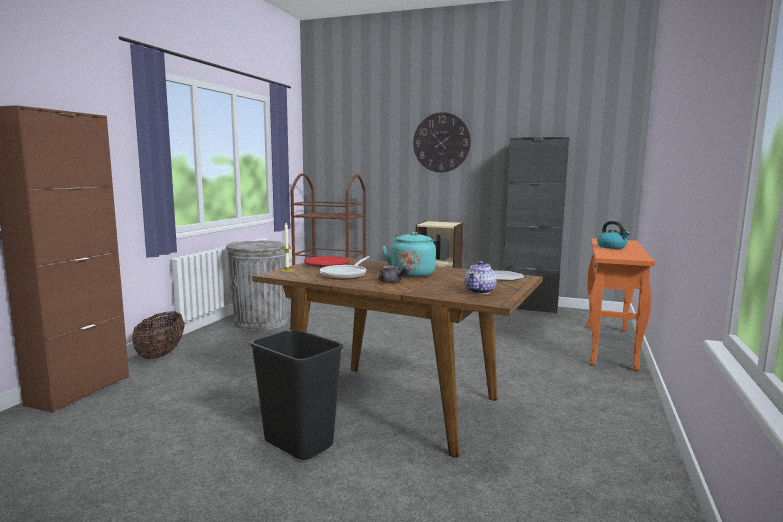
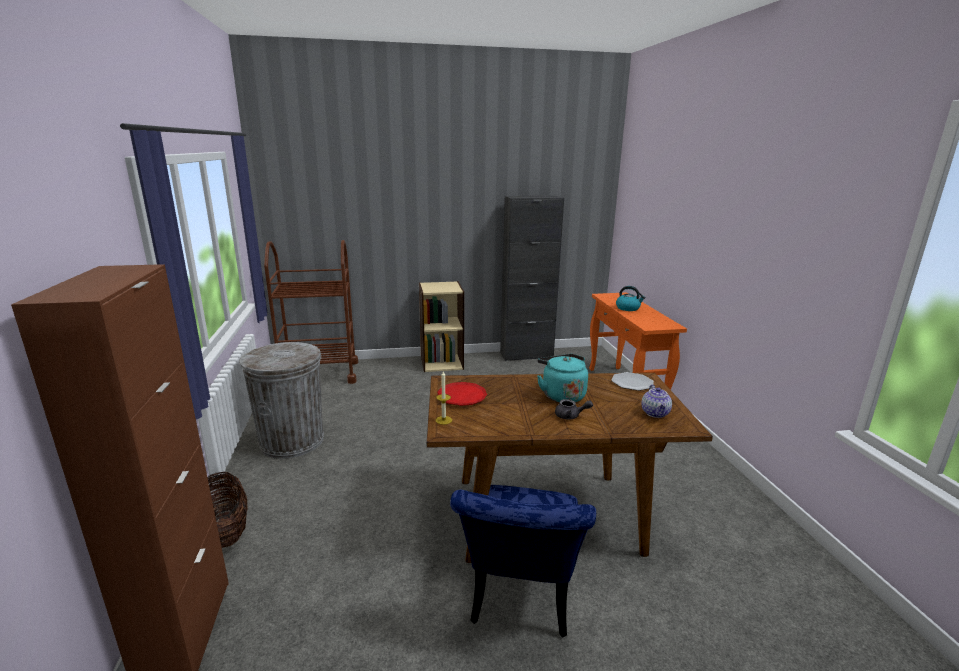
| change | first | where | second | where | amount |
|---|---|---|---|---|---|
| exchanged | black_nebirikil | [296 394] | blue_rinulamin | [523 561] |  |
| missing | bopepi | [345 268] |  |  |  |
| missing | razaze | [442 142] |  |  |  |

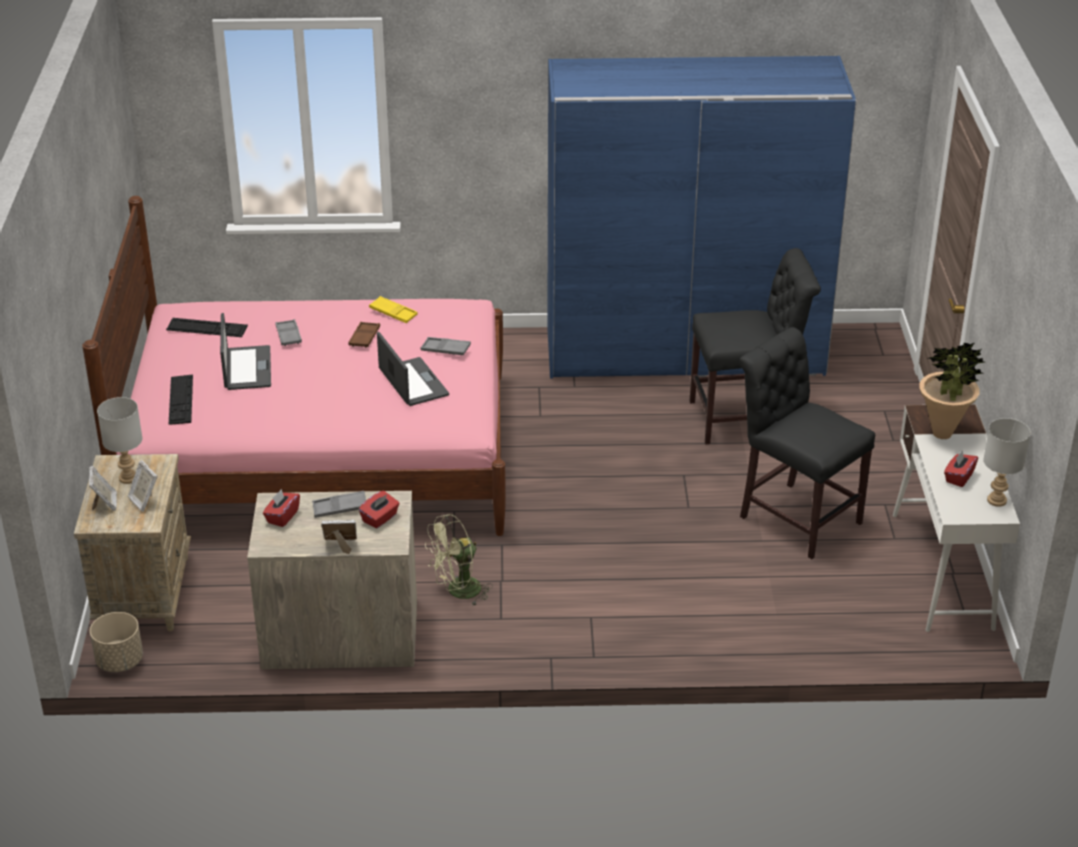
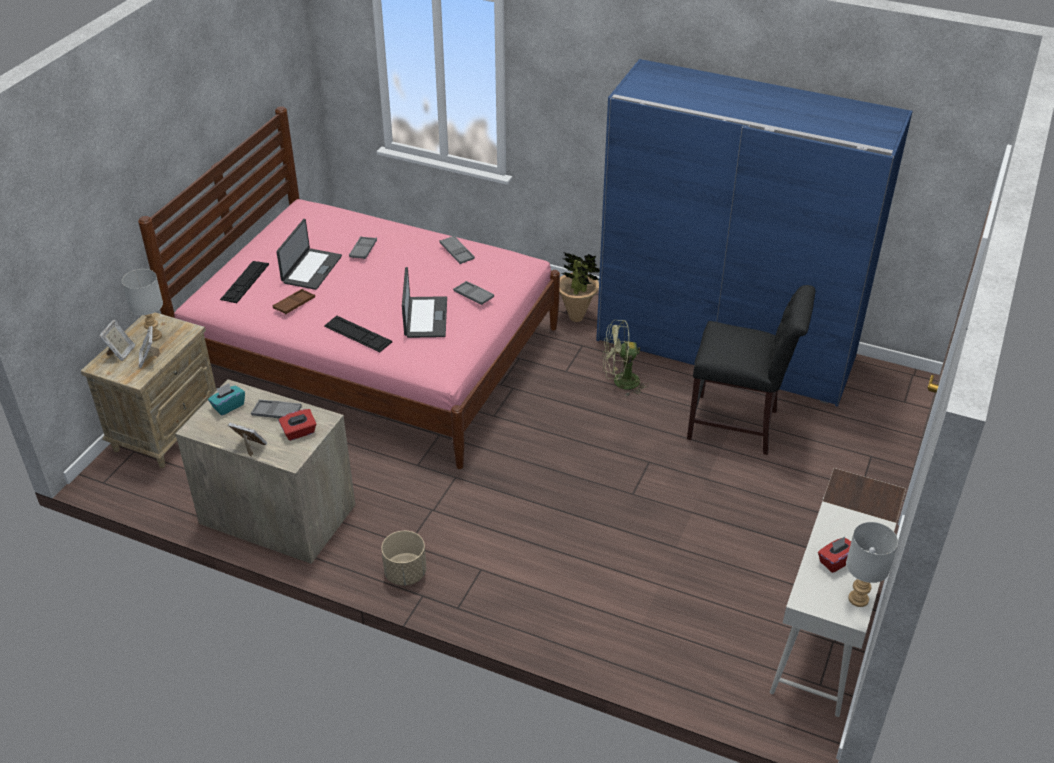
| change | first | where | second | where | amount |
|---|---|---|---|---|---|
| colour | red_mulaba | [281 508] | turquoise_mulaba | [226 399] |  |
| relocated | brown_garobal | [364 335] |  | [294 301] |  |
| relocated | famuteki | [207 327] |  | [358 334] |  |
| relocated | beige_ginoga | [116 642] |  | [403 558] |  |
| colour | yellow_garobal | [393 309] | grey_garobal | [457 250] |  |
| relocated | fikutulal | [952 391] |  | [579 287] |  |
| relocated | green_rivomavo | [459 560] |  | [625 358] |  |
| missing | black_rinulamin | [807 443] |  |  |  |

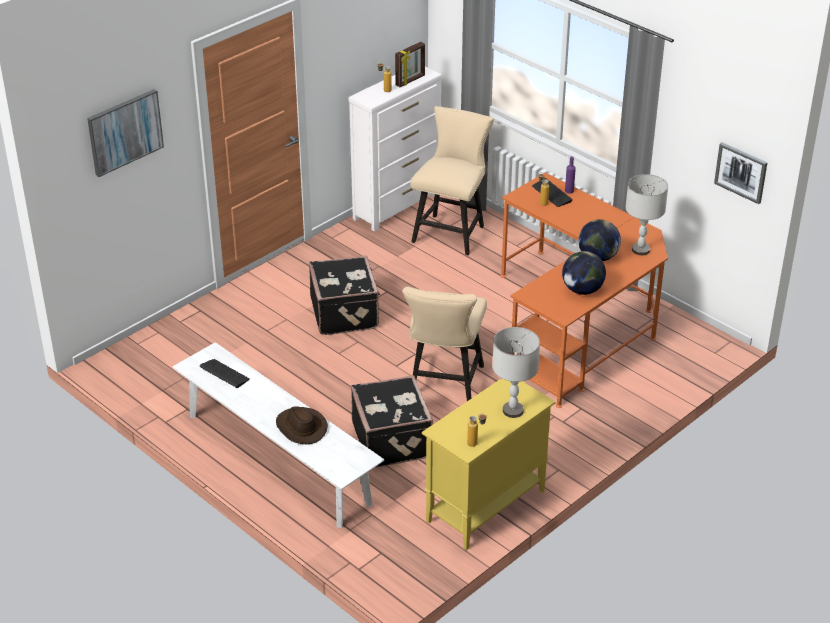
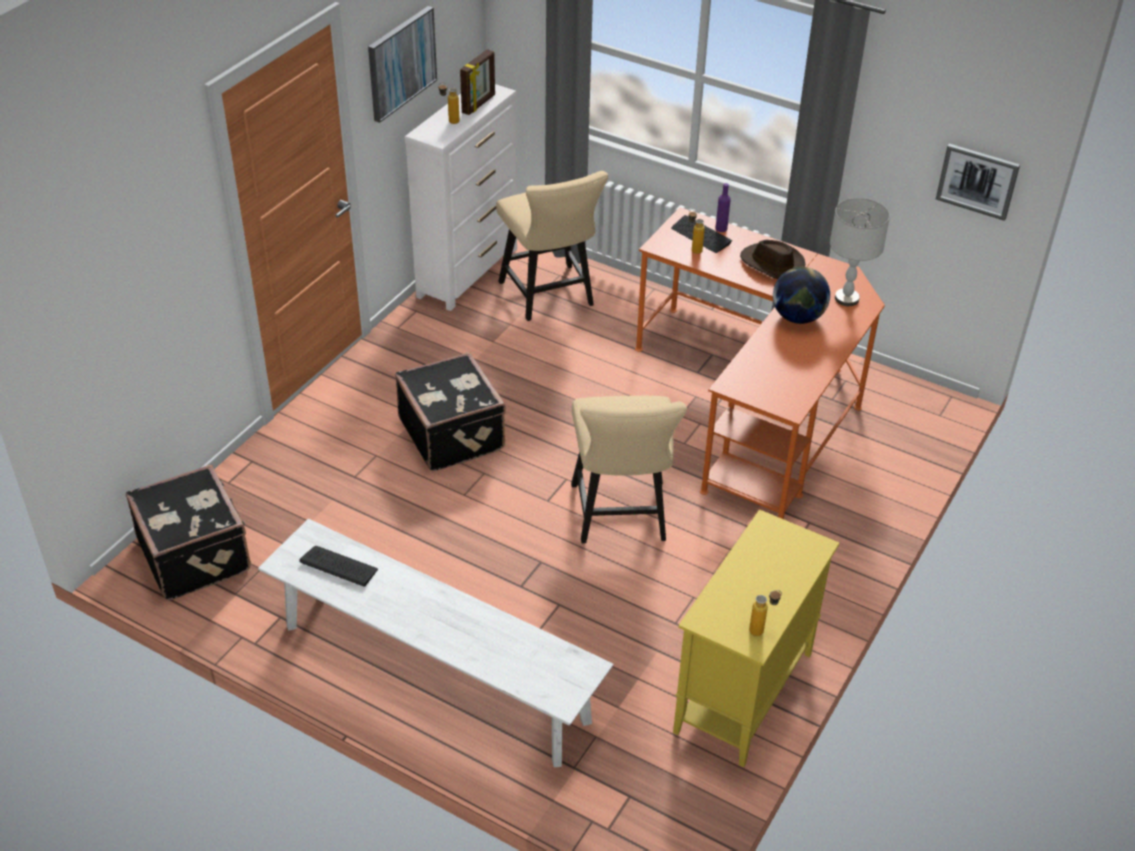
| change | first | where | second | where | amount |
|---|---|---|---|---|---|
| relocated | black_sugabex | [392 421] |  | [188 532] |  |
| relocated | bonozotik | [125 133] |  | [402 64] |  |
| spun | beige_rinulamin | [452 180] |  | [552 246] | 150 degrees clockwise |
| relocated | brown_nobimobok | [302 425] |  | [772 259] |  |
| missing | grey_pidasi | [516 372] |  |  |  |
| missing | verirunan | [584 273] |  |  |  |

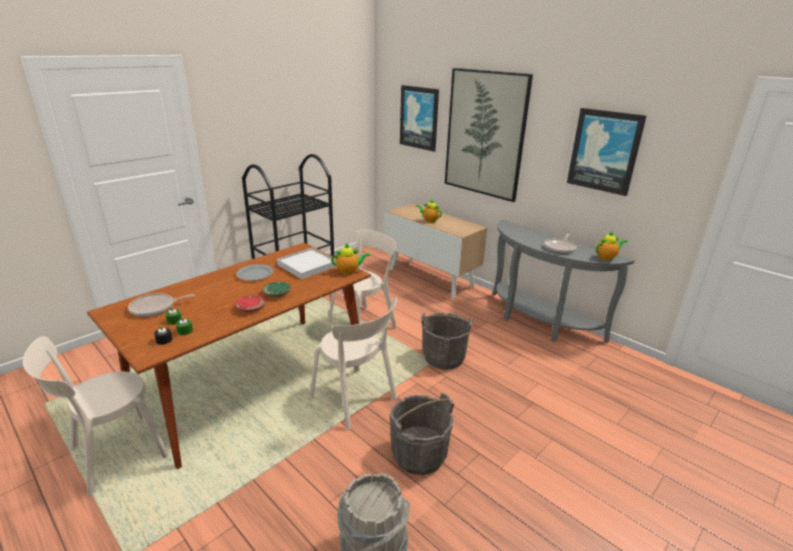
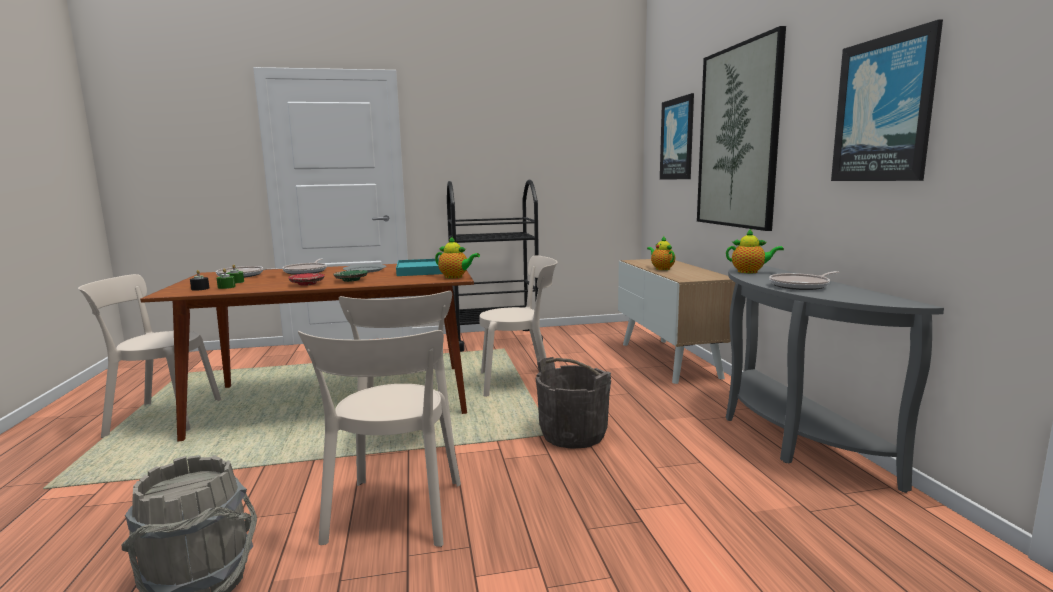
| change | first | where | second | where | amount |
|---|---|---|---|---|---|
| appeared |  |  | bopepi | [304 267] |  |
| exchanged | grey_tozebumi | [421 434] | beige_rinulamin | [379 438] |  |
| colour | white_garobal | [307 263] | turquoise_garobal | [419 267] |  |
| relocated | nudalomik | [611 246] |  | [755 251] |  |

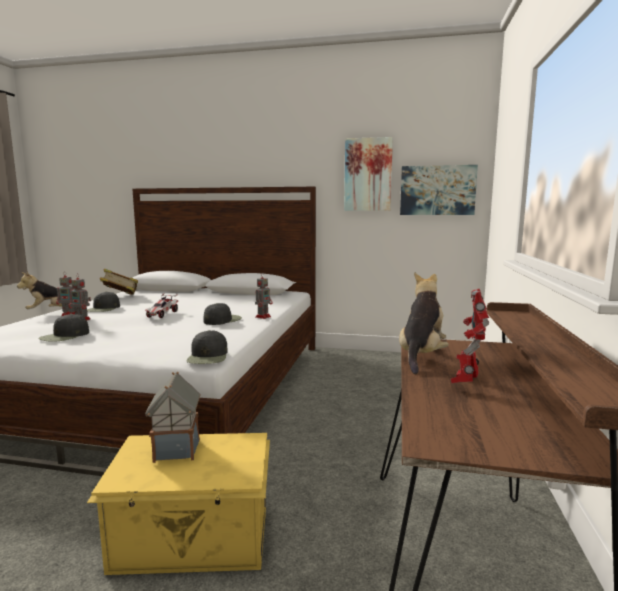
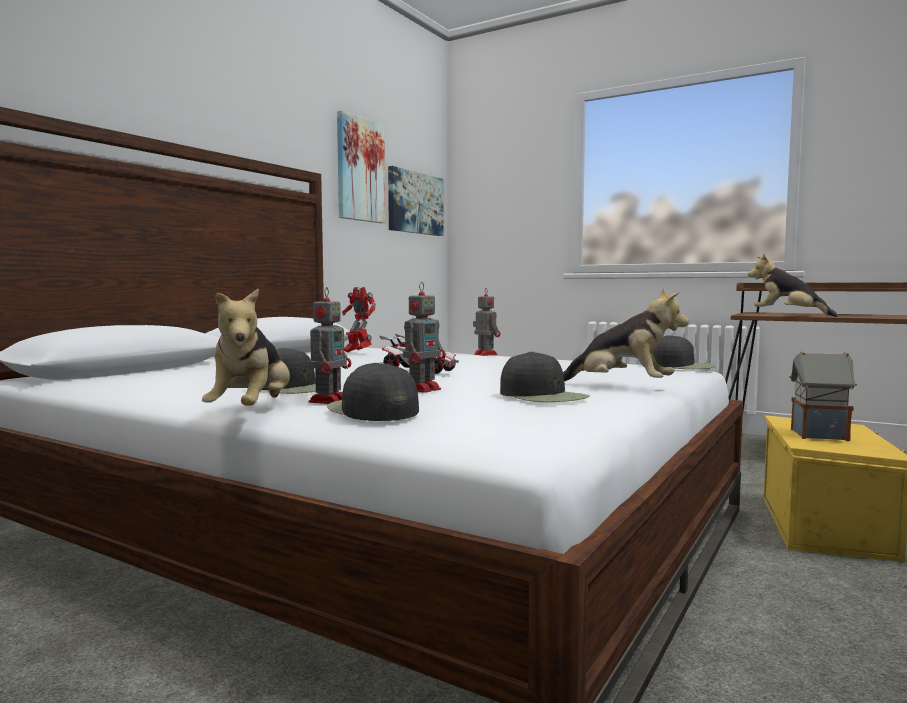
| change | first | where | second | where | amount |
|---|---|---|---|---|---|
| relocated | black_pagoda | [222 314] |  | [373 391] |  |
| relocated | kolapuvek | [470 336] |  | [359 319] |  |
| appeared |  |  | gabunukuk | [626 335] |  |
| missing | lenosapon | [119 281] |  |  |  |

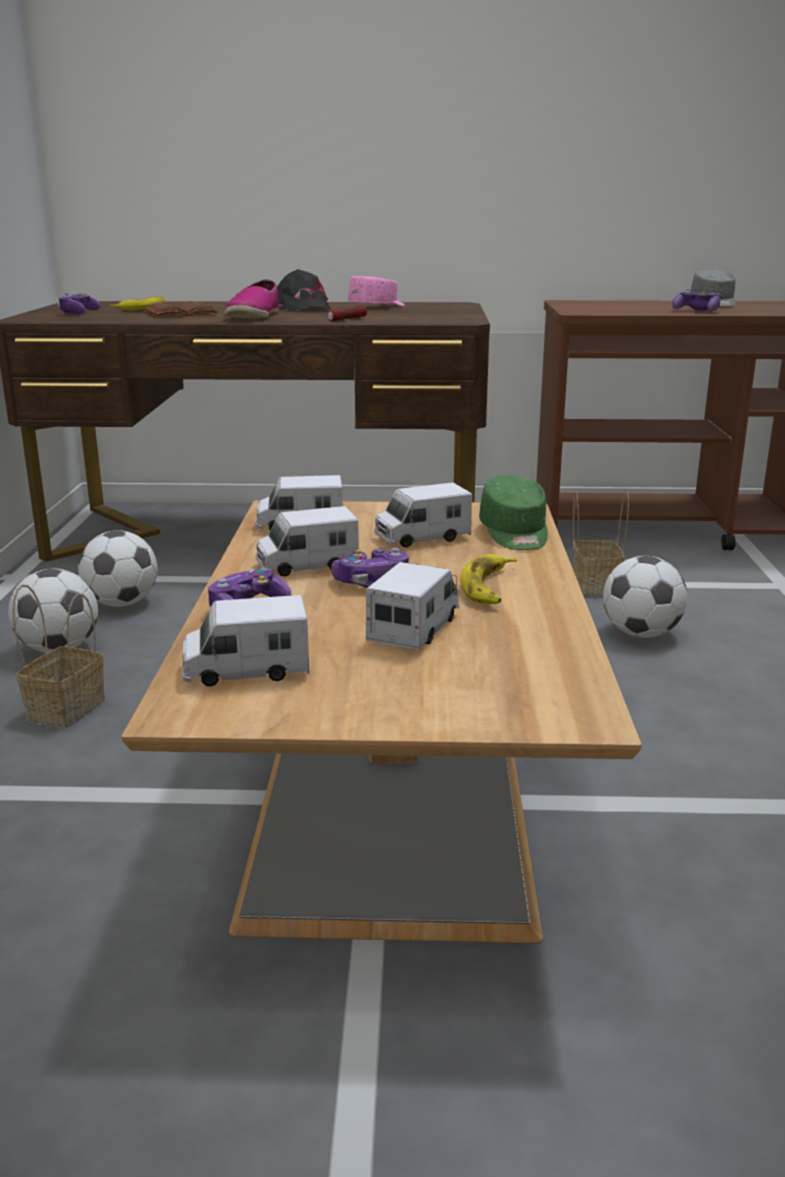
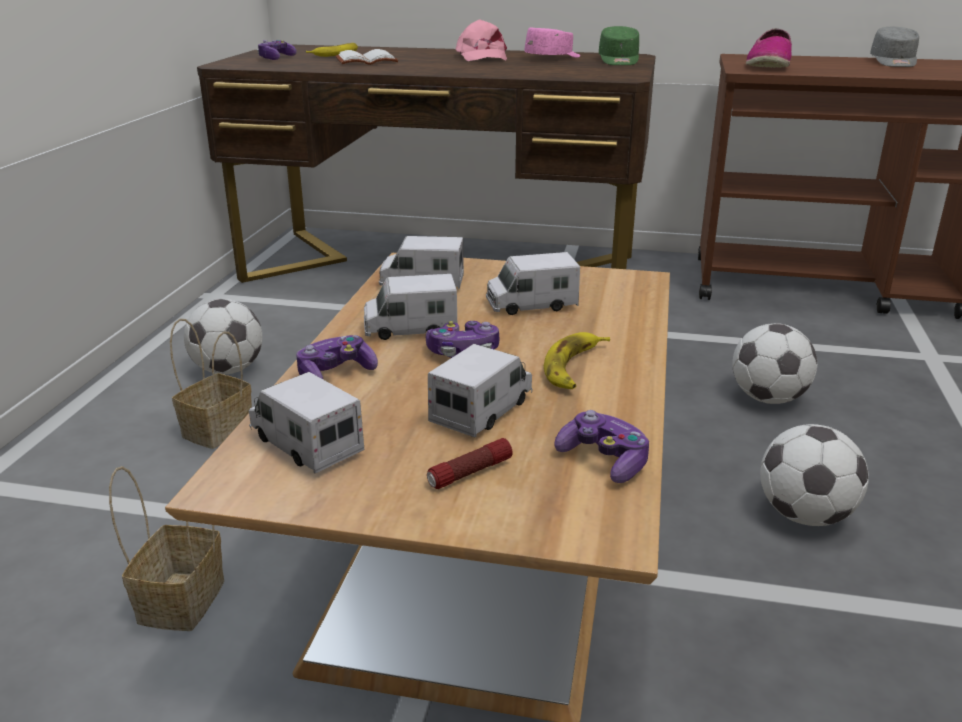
| change | first | where | second | where | amount |
|---|---|---|---|---|---|
| relocated | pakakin | [601 543] |  | [166 548] |  |
| spun | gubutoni | [245 641] |  | [306 422] | 45 degrees clockwise |
| colour | brown_lenosapon | [181 308] | white_lenosapon | [367 57] |  |
| relocated | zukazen | [347 313] |  | [470 463] |  |
| colour | black_pagoda | [304 290] | pink_pagoda | [481 40] |  |
| relocated | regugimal | [696 300] |  | [602 446] |  |
| relocated | green_pagoda | [513 512] |  | [619 45] |  |
| relocated | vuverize | [251 298] |  | [768 48] |  |
| relocated | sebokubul | [117 568] |  | [814 475] |  |

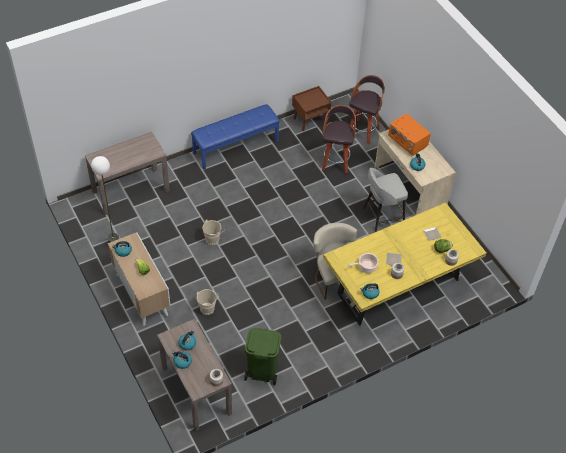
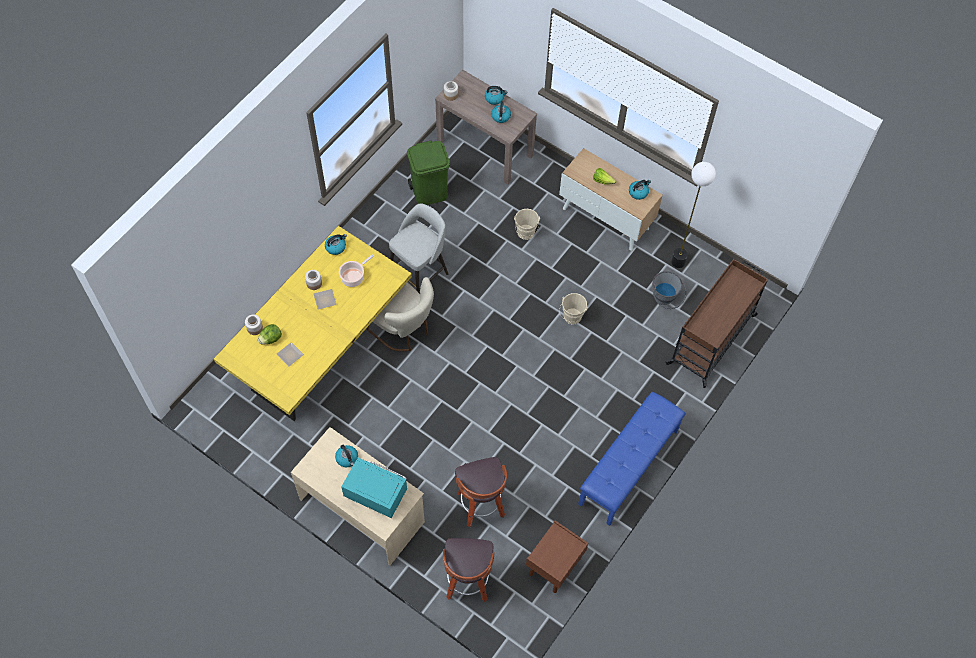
| change | first | where | second | where | amount |
|---|---|---|---|---|---|
| colour | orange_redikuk | [409 134] | turquoise_redikuk | [374 488] |  |
| relocated | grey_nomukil | [385 200] |  | [418 248] |  |
| appeared |  |  | grey_tozebumi | [669 290] |  |
| exchanged | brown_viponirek | [127 173] | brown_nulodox | [716 323] |  |

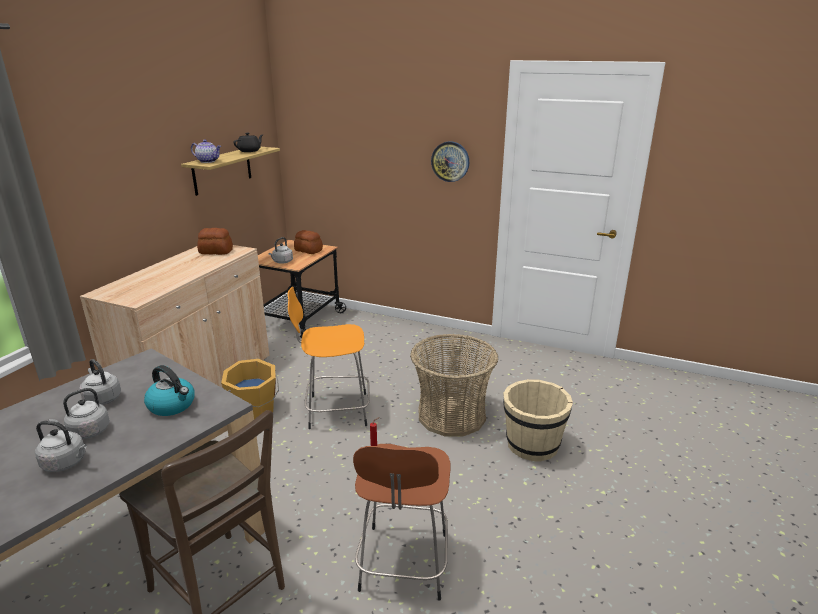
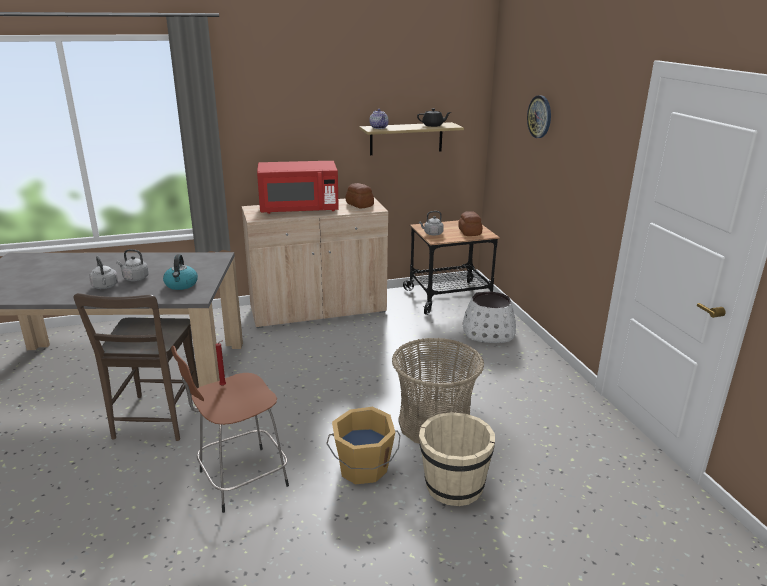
| change | first | where | second | where | amount |
|---|---|---|---|---|---|
| appeared |  |  | red_redikuk | [298 187] |  |
| relocated | orange_tozebumi | [250 389] |  | [363 445] |  |
| appeared |  |  | white_ginoga | [489 317] |  |
| relocated | razaze | [450 161] |  | [539 116] |  |
| missing | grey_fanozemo | [100 382] |  |  |  |
| missing | orange_nomukil | [329 358] |  |  |  |

